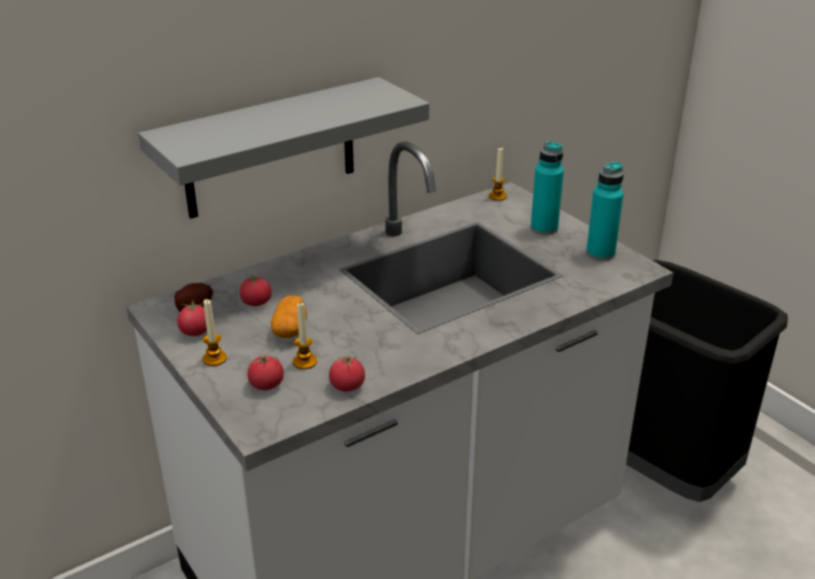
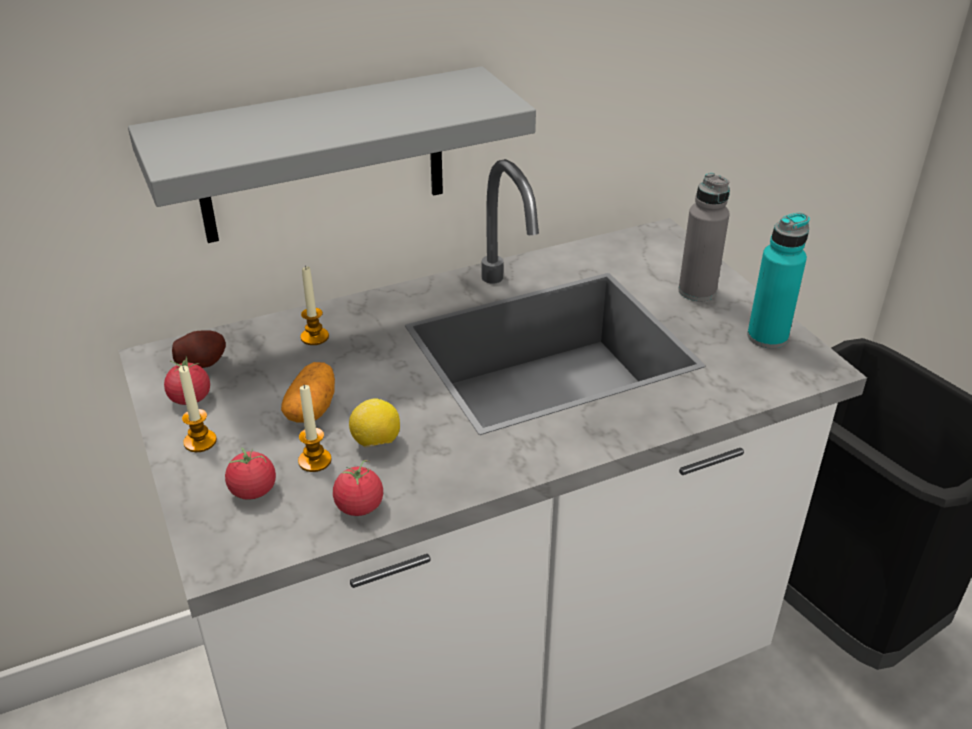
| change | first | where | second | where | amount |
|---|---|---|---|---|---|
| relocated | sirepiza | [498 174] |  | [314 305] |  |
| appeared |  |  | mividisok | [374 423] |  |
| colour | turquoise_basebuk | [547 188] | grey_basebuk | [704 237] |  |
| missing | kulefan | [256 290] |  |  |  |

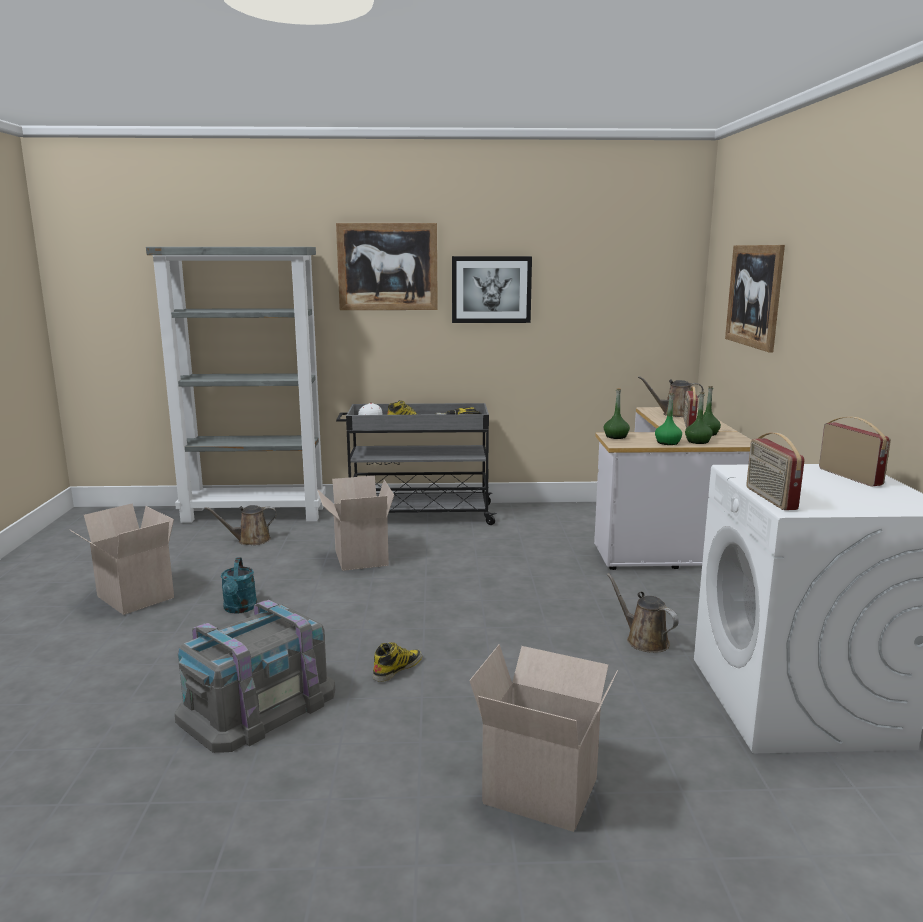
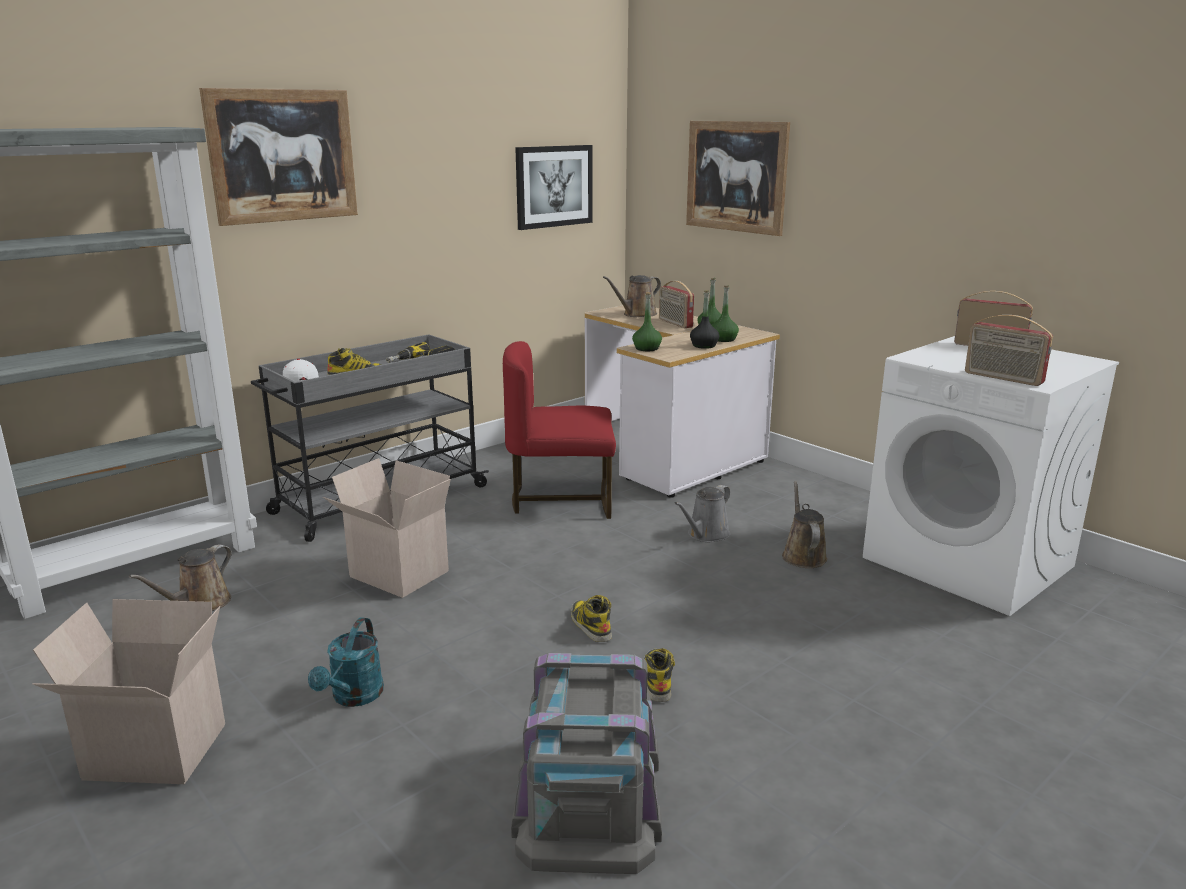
| change | first | where | second | where | amount |
|---|---|---|---|---|---|
| spun | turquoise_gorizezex | [239 585] |  | [346 662] | 60 degrees clockwise |
| appeared |  |  | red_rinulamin | [559 430] |  |
| relocated | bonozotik | [492 289] |  | [554 187] |  |
| appeared |  |  | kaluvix | [591 618] |  |
| appeared |  |  | grey_gorizezex | [703 513] |  |
| colour | green_basebuk | [668 419] | black_basebuk | [704 319] |  |
| spun | brown_gorizezex | [642 613] |  | [804 524] | 75 degrees clockwise |
| missing | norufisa | [543 738] |  |  |  |

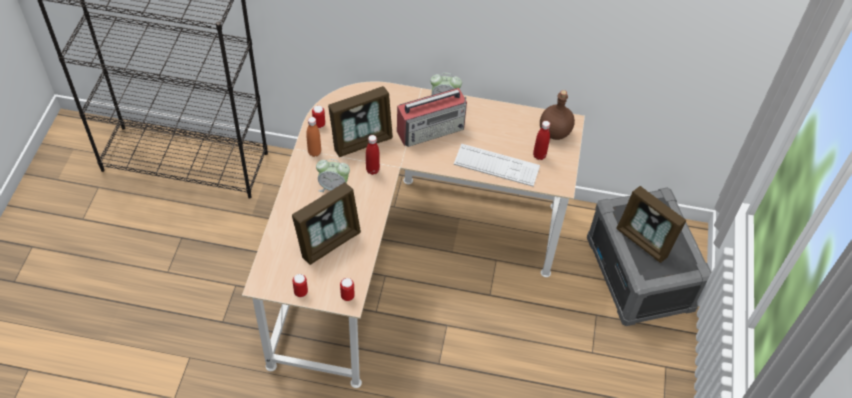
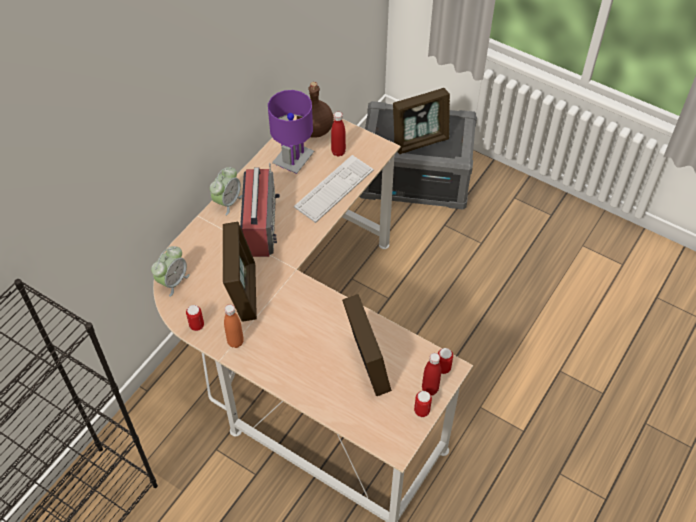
| change | first | where | second | where | amount |
|---|---|---|---|---|---|
| relocated | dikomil | [333 175] |  | [170 271] |  |
| appeared |  |  | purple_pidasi | [291 132] |  |
| relocated | red_basebuk | [373 155] |  | [431 374] |  |

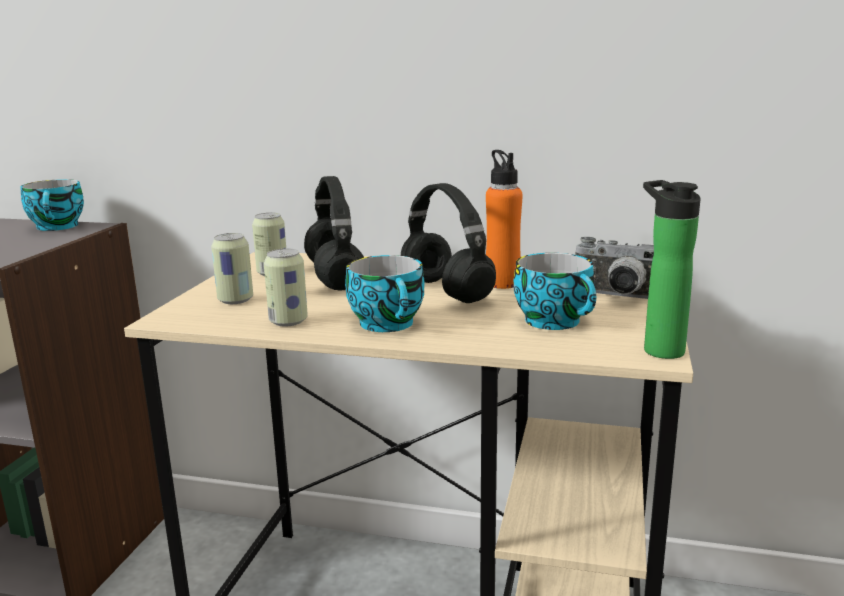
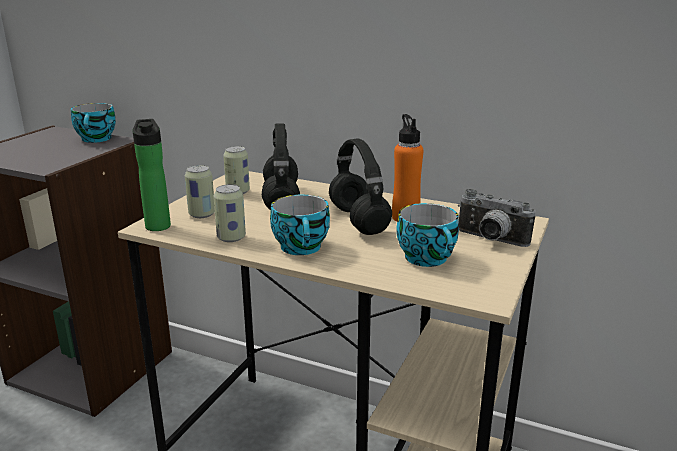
| change | first | where | second | where | amount |
|---|---|---|---|---|---|
| relocated | basebuk | [672 269] |  | [151 175] |  |

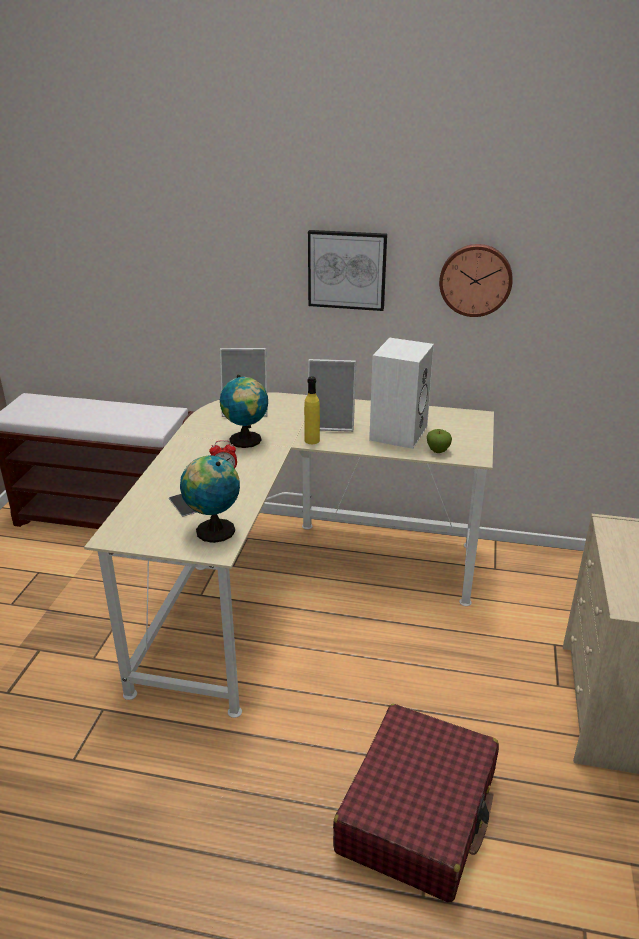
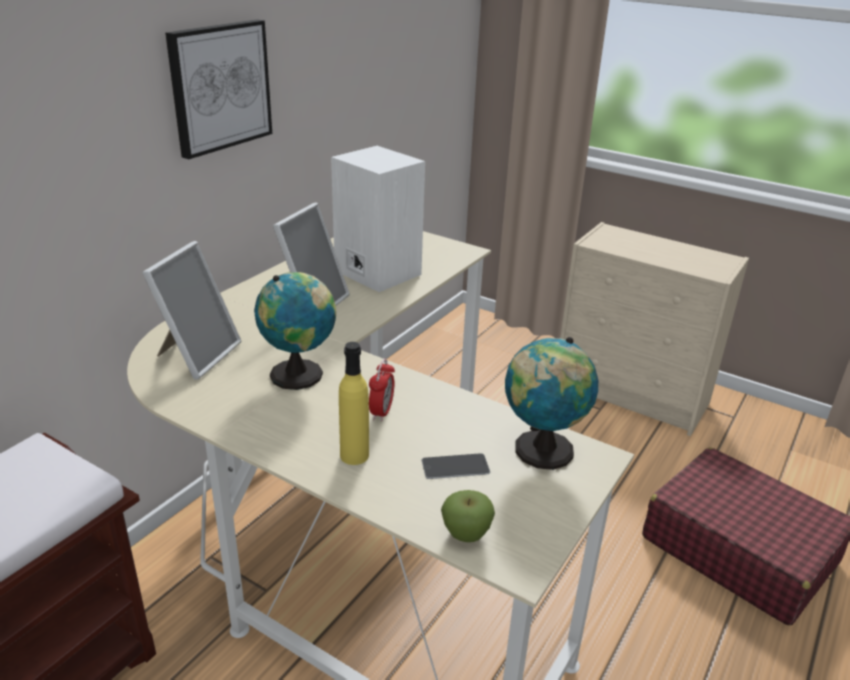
| change | first | where | second | where | amount |
|---|---|---|---|---|---|
| relocated | yellow_basebuk | [312 410] |  | [354 403] |  |
| relocated | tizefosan | [439 441] |  | [468 516] |  |
| missing | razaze | [476 280] |  |  |  |

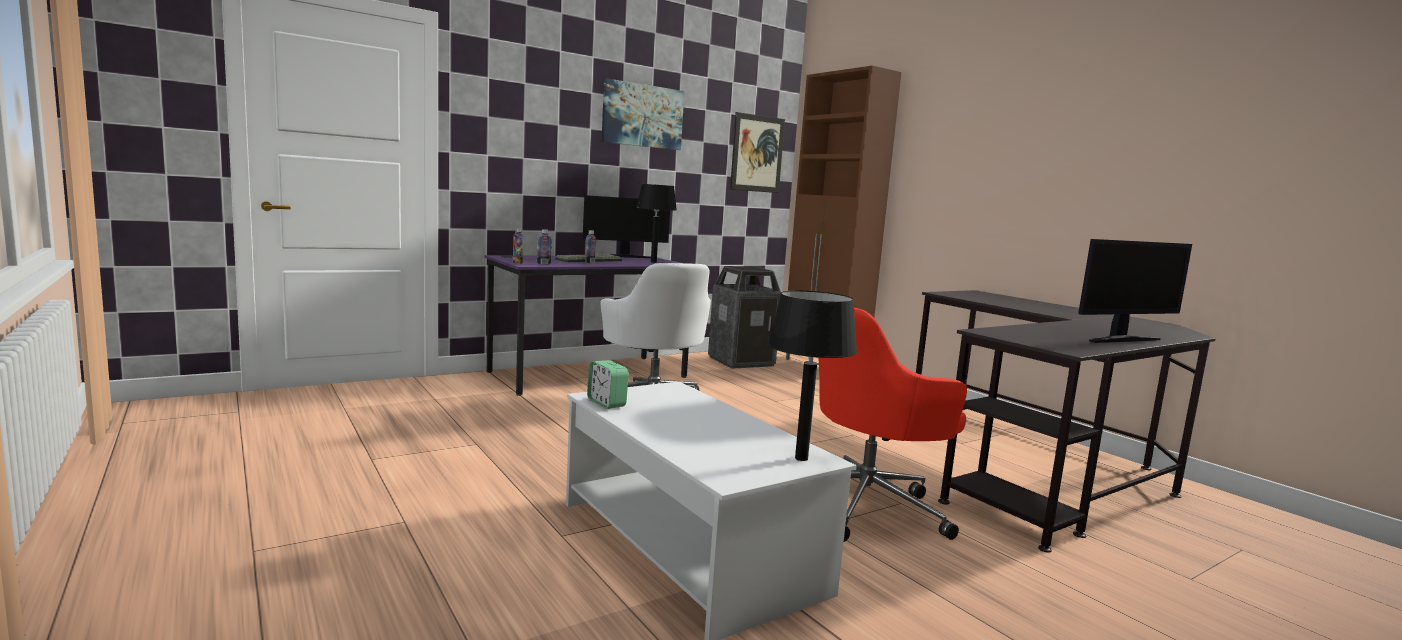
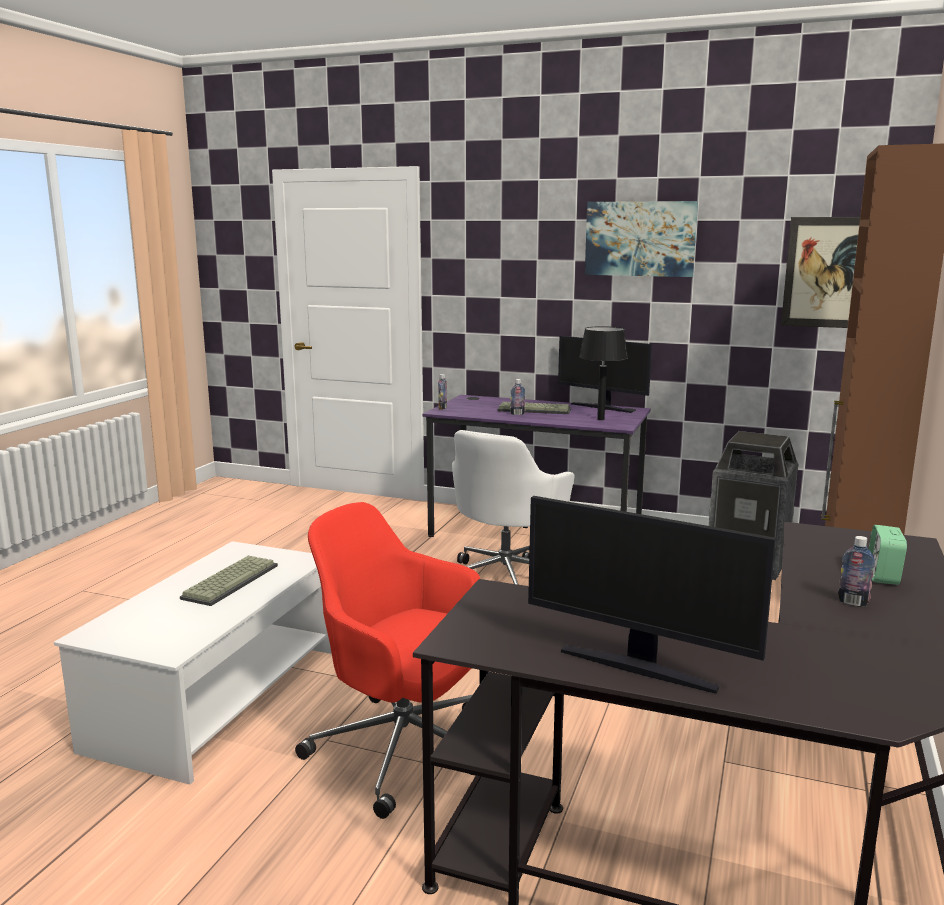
| change | first | where | second | where | amount |
|---|---|---|---|---|---|
| appeared |  |  | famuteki | [229 581] |  |
| relocated | basebuk | [544 246] |  | [856 571] |  |
| relocated | dikomil | [608 384] |  | [888 555] |  |
| missing | black_pidasi | [812 375] |  |  |  |

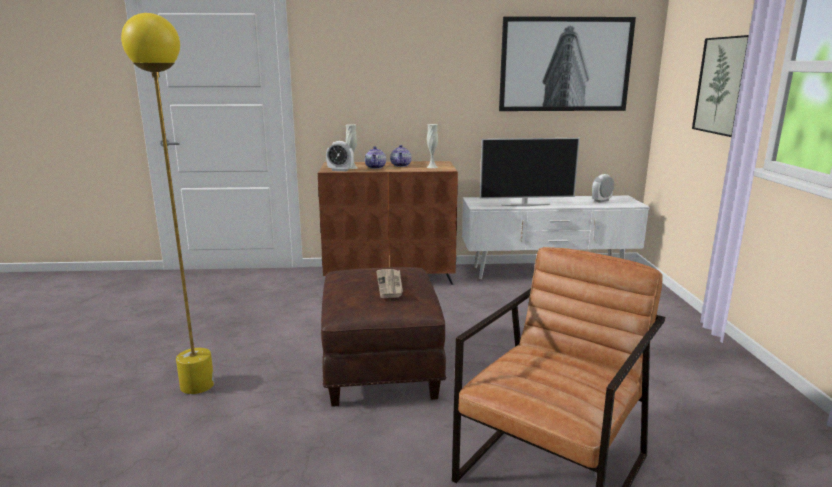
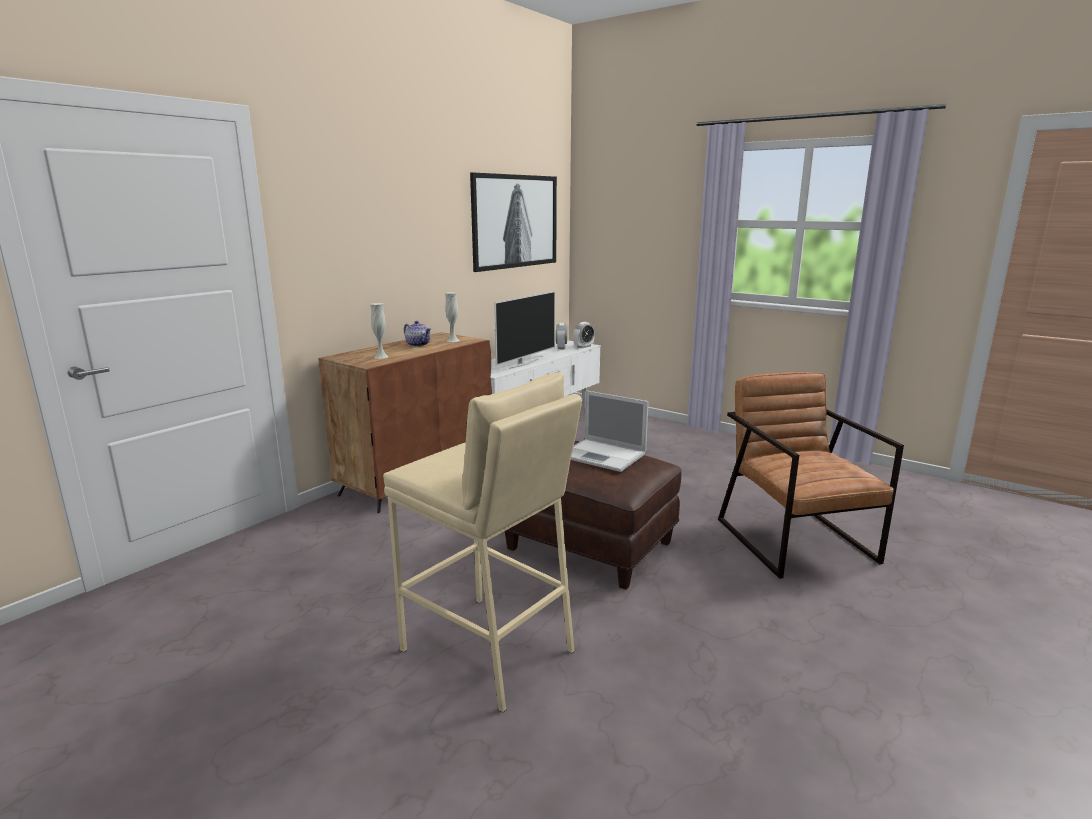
| change | first | where | second | where | amount |
|---|---|---|---|---|---|
| exchanged | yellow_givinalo | [168 203] | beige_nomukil | [482 542] |  |
| exchanged | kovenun | [389 283] | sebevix | [610 431] |  |
| relocated | dikomil | [340 156] |  | [584 335] |  |
| missing | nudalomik | [375 158] |  |  |  |
| missing | bonozotik | [720 86] |  |  |  |

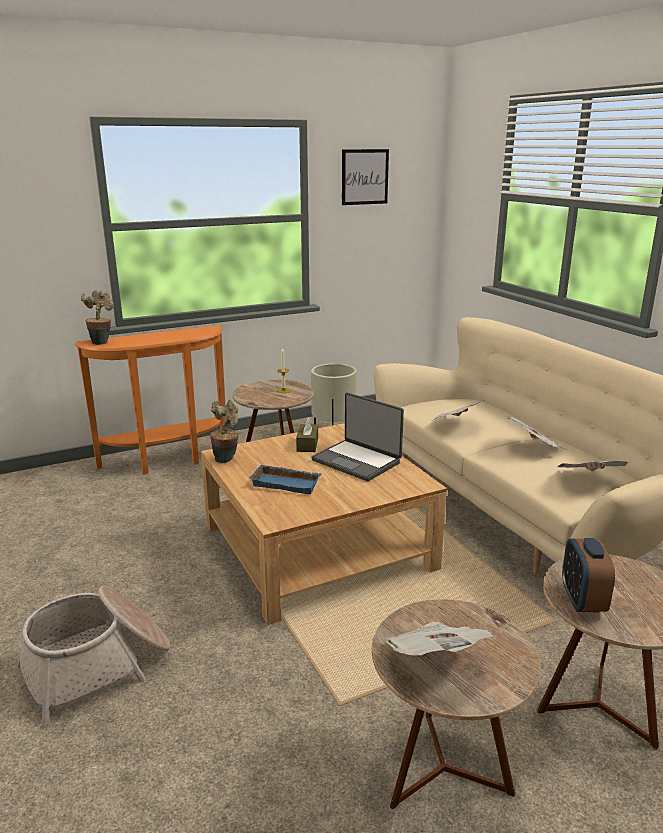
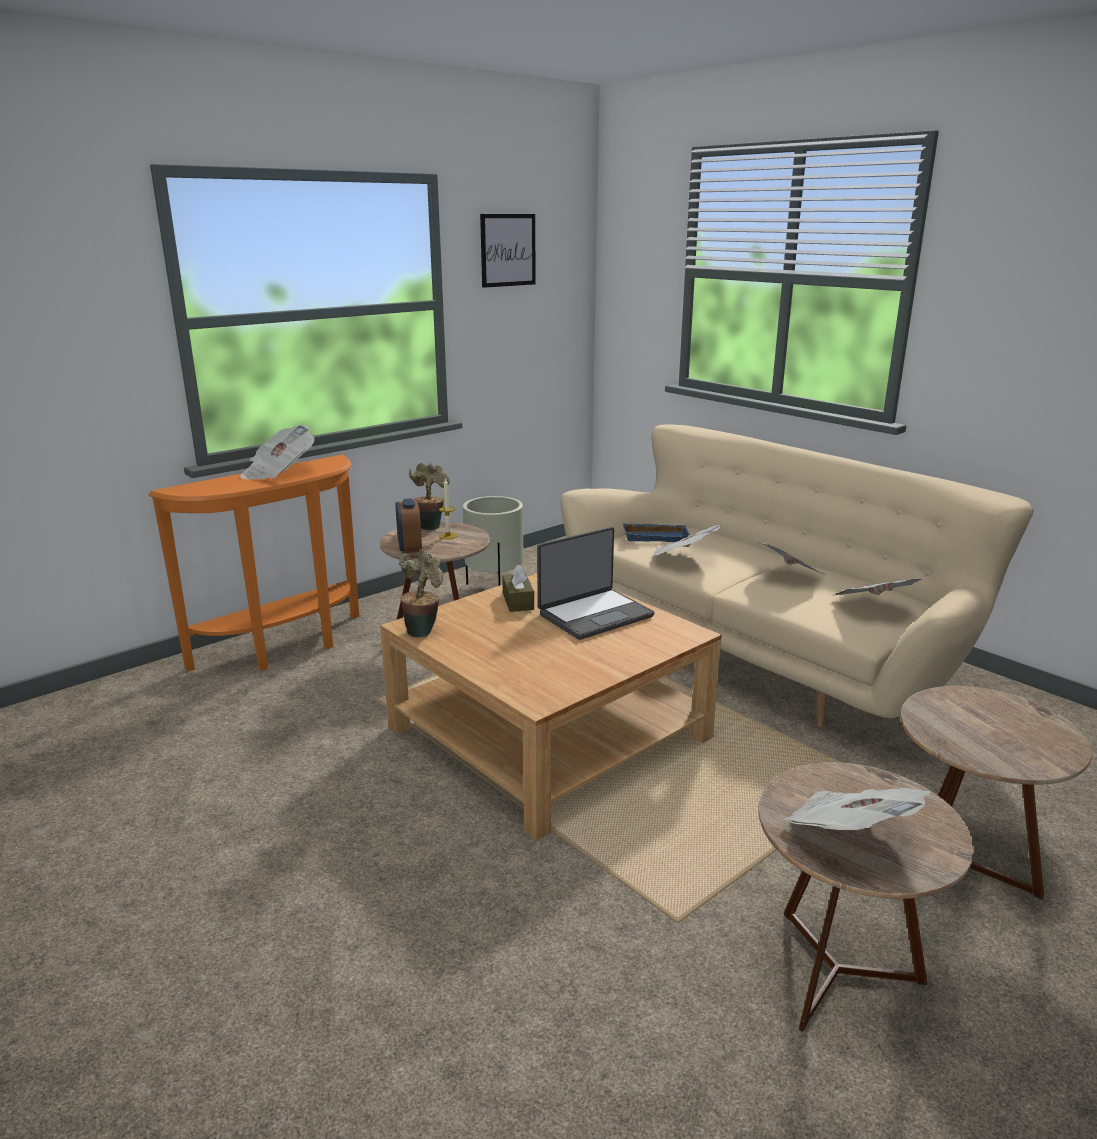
| change | first | where | second | where | amount |
|---|---|---|---|---|---|
| appeared |  |  | kovenun | [277 452] |  |
| relocated | dikomil | [588 575] |  | [408 525] |  |
| relocated | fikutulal | [97 317] |  | [429 497] |  |
| spun | sebevix | [357 436] |  | [596 583] | 60 degrees counterclockwise |
| relocated | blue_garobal | [285 479] |  | [656 532] |  |
| missing | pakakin | [94 656] |  |  |  |

